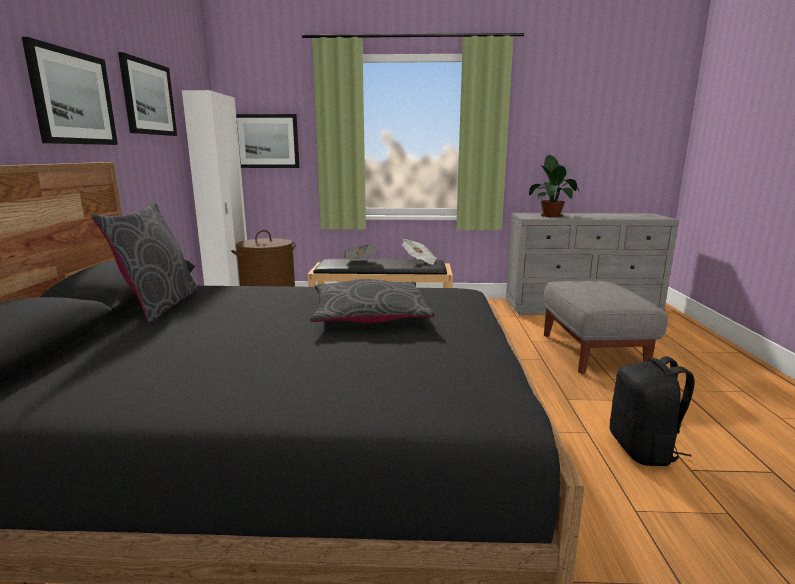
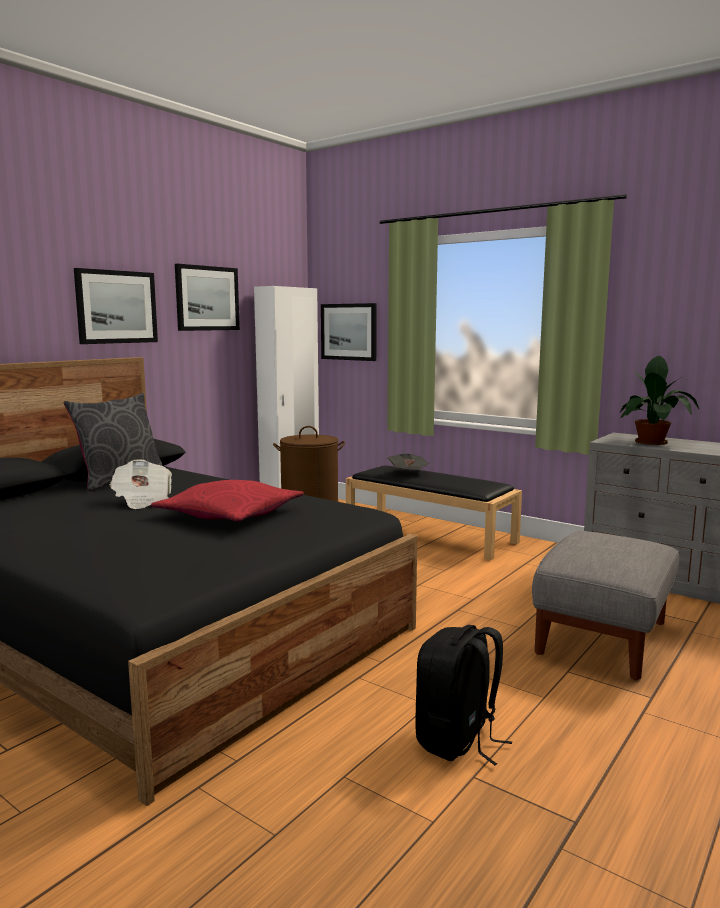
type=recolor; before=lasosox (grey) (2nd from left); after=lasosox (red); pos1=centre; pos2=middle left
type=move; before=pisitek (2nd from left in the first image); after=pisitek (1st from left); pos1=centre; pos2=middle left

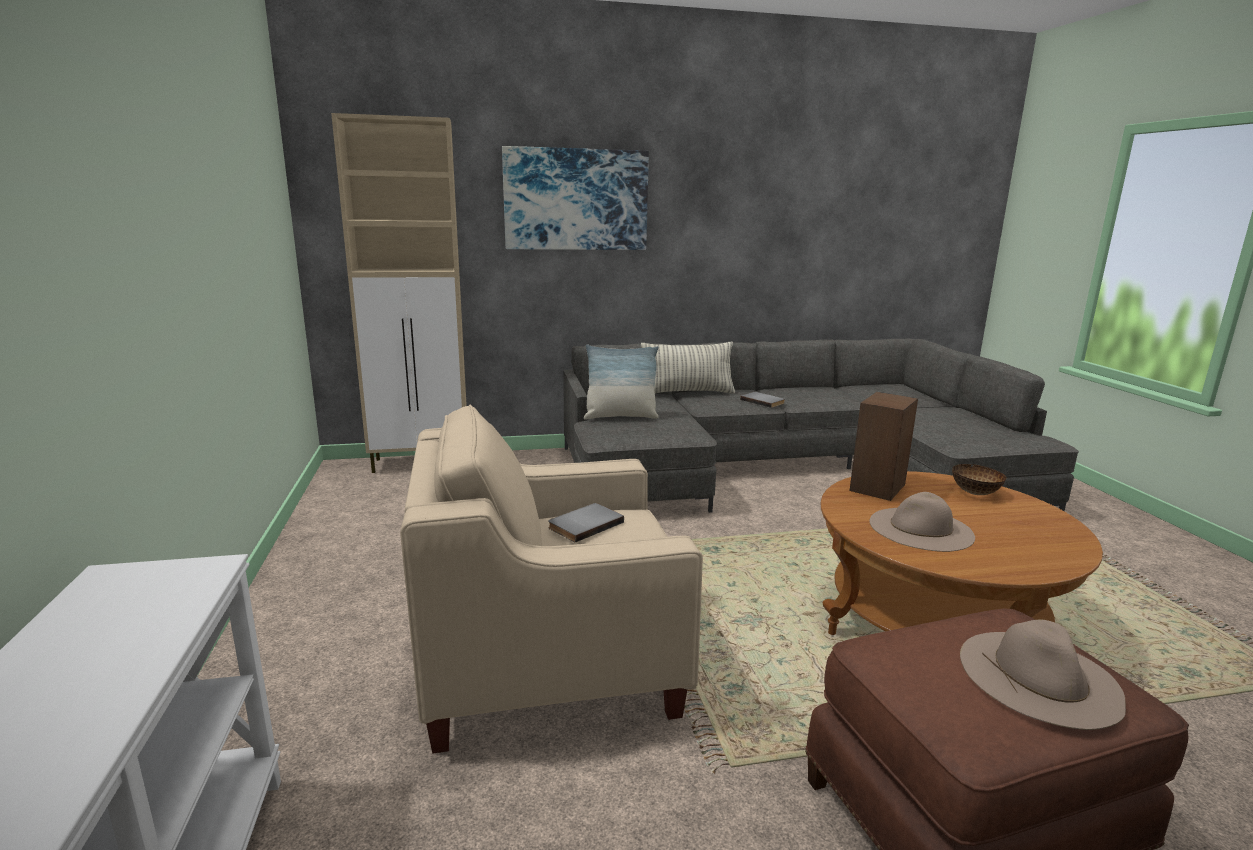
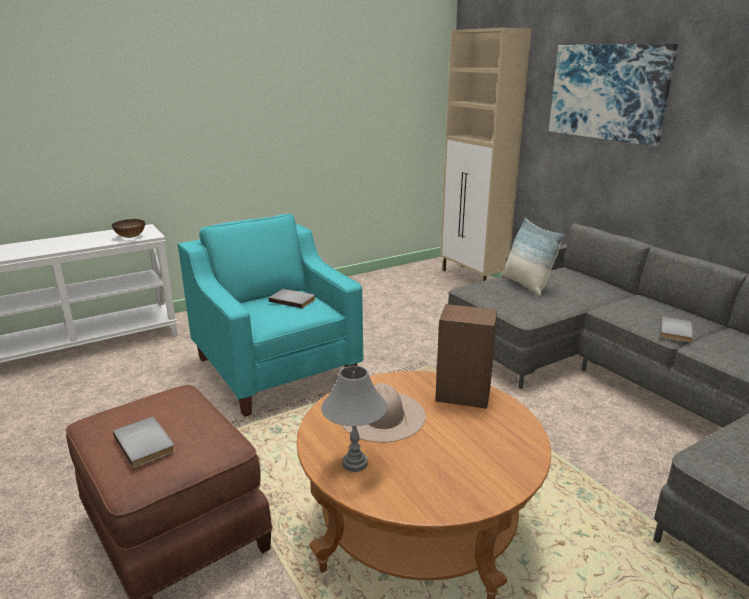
type=recolor; before=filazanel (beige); after=filazanel (turquoise); pos1=bottom centre; pos2=centre
type=delete; before=lasosox (2nd from left); pos1=centre
type=move; before=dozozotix; pos1=middle right; pos2=middle left
type=replace; before=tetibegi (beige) (2nd from left); after=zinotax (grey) (1st from left); pos1=bottom right; pos2=bottom left
type=insert; after=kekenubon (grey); pos2=bottom centre

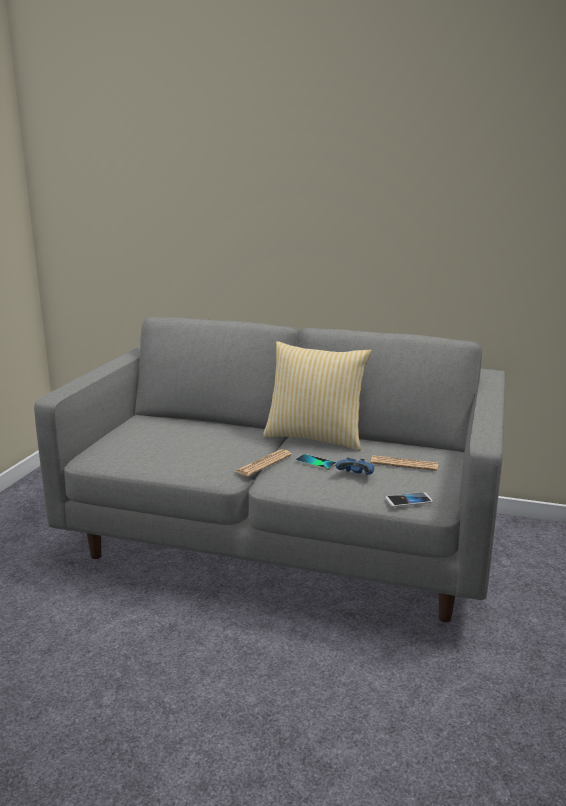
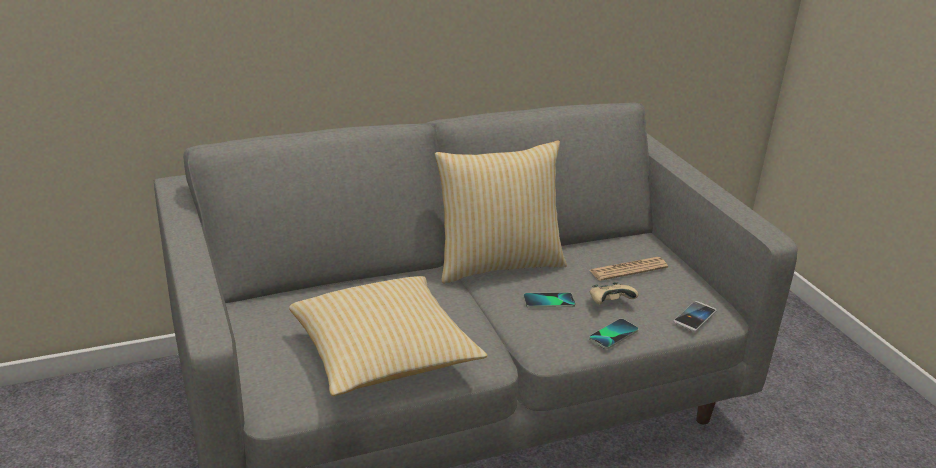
type=delete; before=pisitek (1st from left); pos1=centre
type=recolor; before=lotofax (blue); after=lotofax (beige); pos1=centre; pos2=centre
type=insert; after=lasosox (1st from left); pos2=bottom centre
type=insert; after=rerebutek (2nd from left); pos2=bottom centre

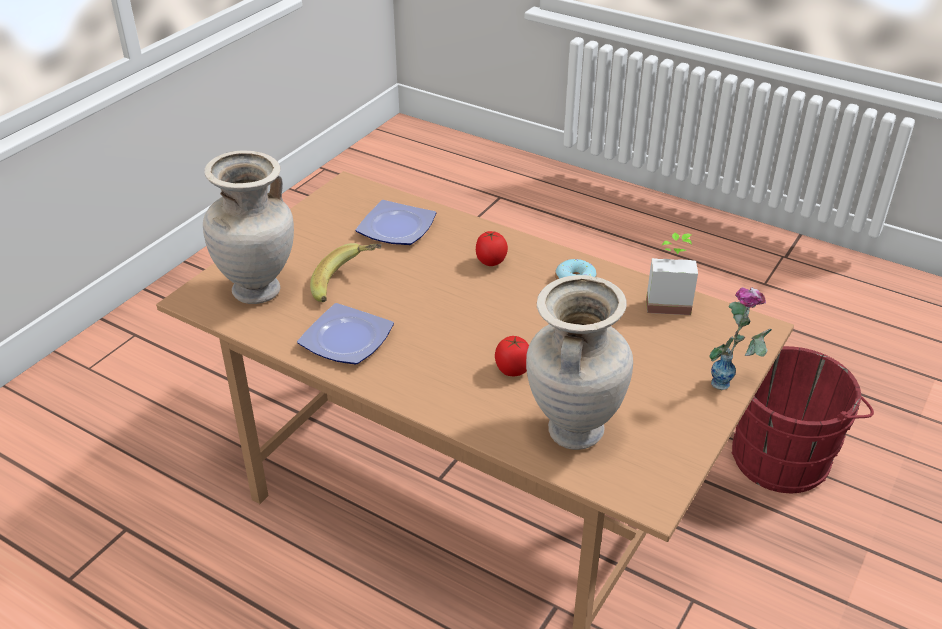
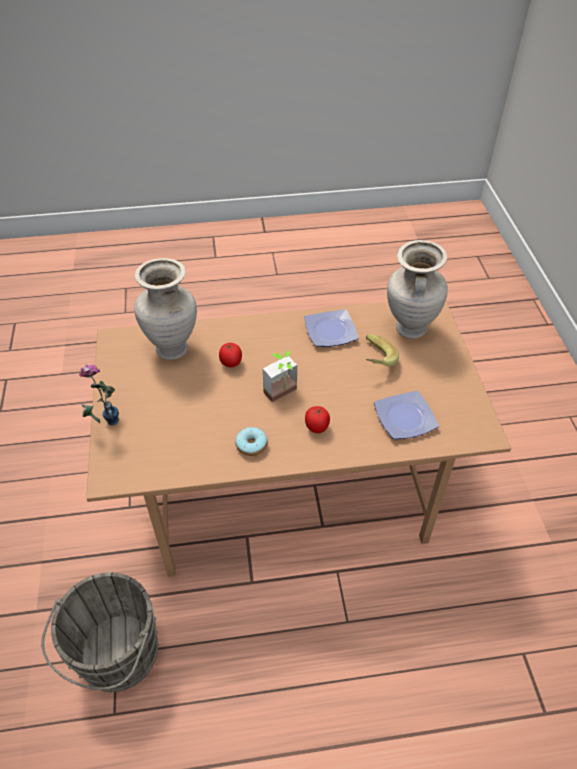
type=move; before=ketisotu; pos1=middle right; pos2=centre
type=recolor; before=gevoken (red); after=gevoken (grey); pos1=middle right; pos2=bottom left

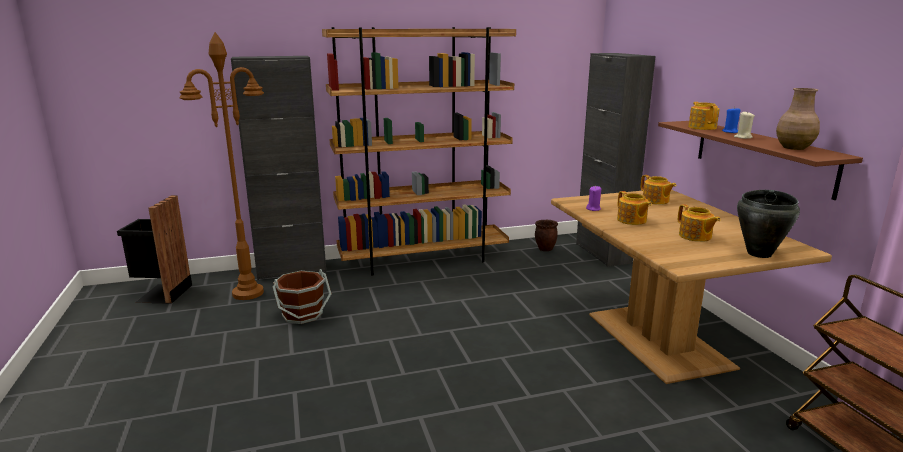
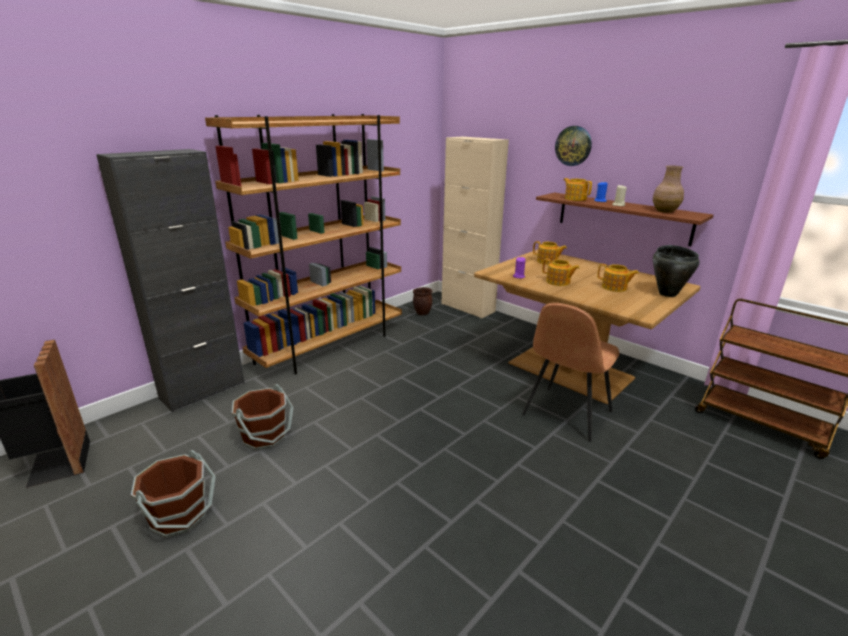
type=delete; before=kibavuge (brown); pos1=middle left
type=recolor; before=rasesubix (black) (2nd from left); after=rasesubix (beige); pos1=middle right; pos2=centre
type=insert; after=gevoken (brown) (1st from left); pos2=bottom left
type=insert; after=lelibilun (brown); pos2=middle right
type=insert; after=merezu; pos2=top right

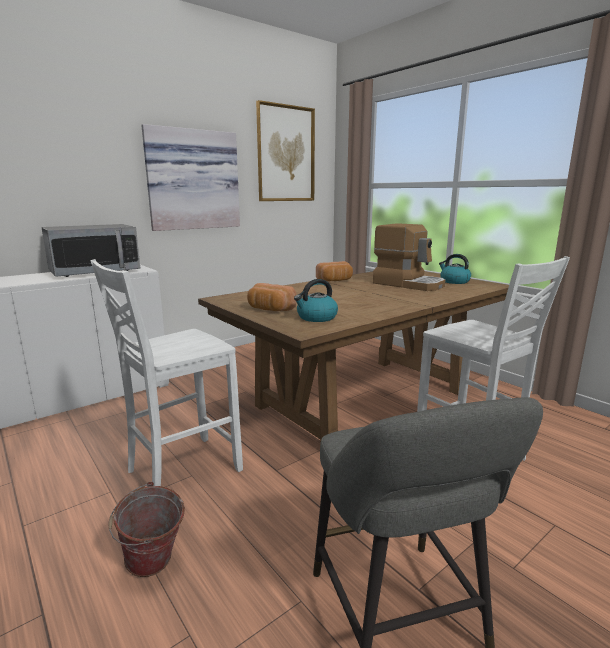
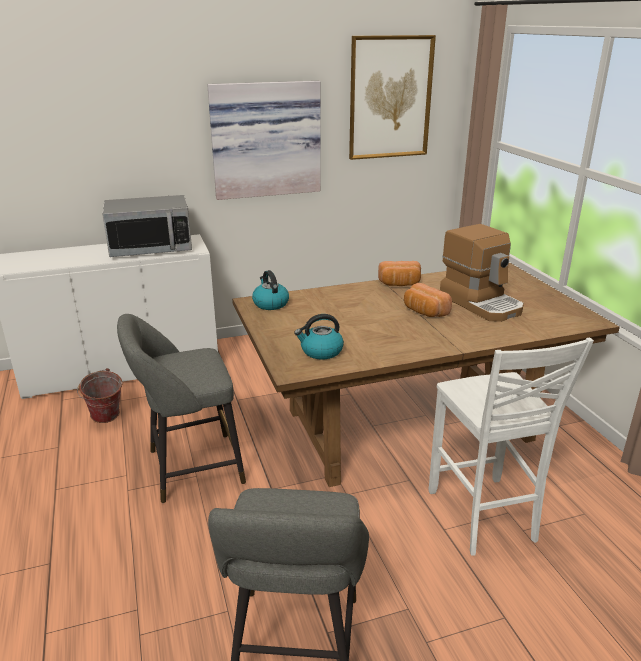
type=replace; before=lelibilun (white) (1st from left); after=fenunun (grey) (1st from left); pos1=middle left; pos2=middle left
type=move; before=gevoken; pos1=bottom left; pos2=middle left
type=move; before=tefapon (1st from left in the first image); after=tefapon (2nd from left); pos1=centre; pos2=middle right
type=move; before=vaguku (2nd from left in the first image); after=vaguku (1st from left); pos1=middle right; pos2=centre

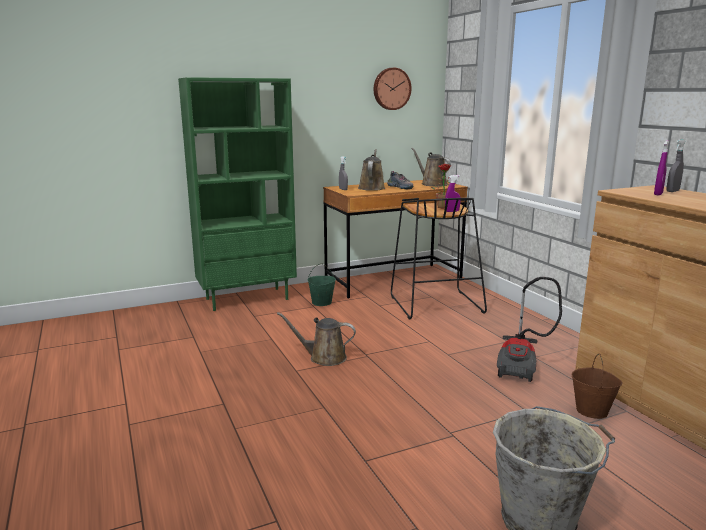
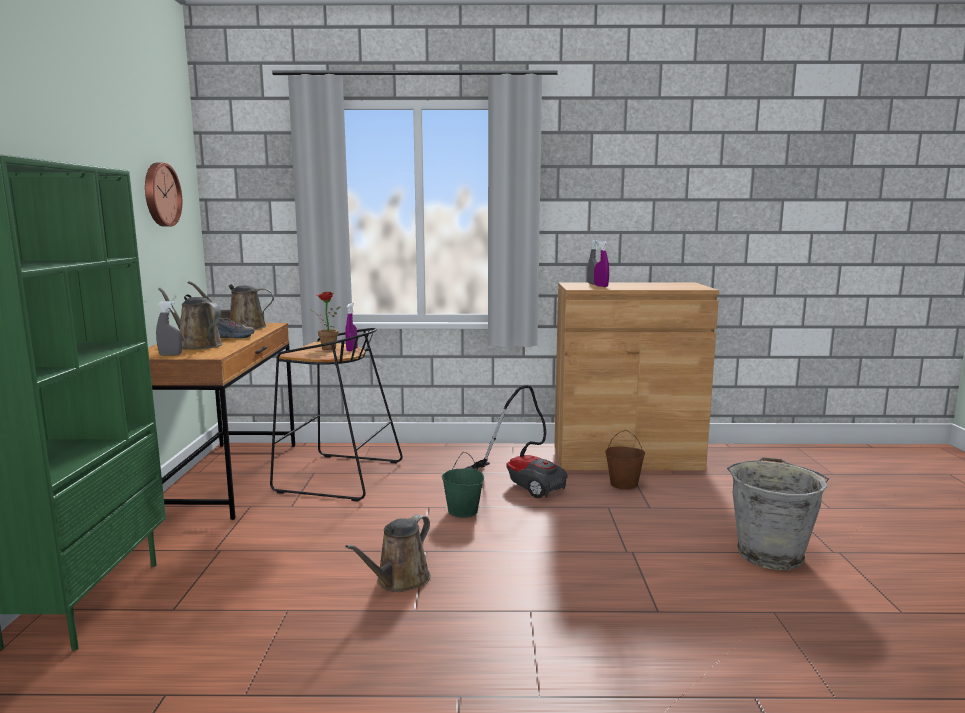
type=move; before=gevoken (green); pos1=centre; pos2=bottom centre

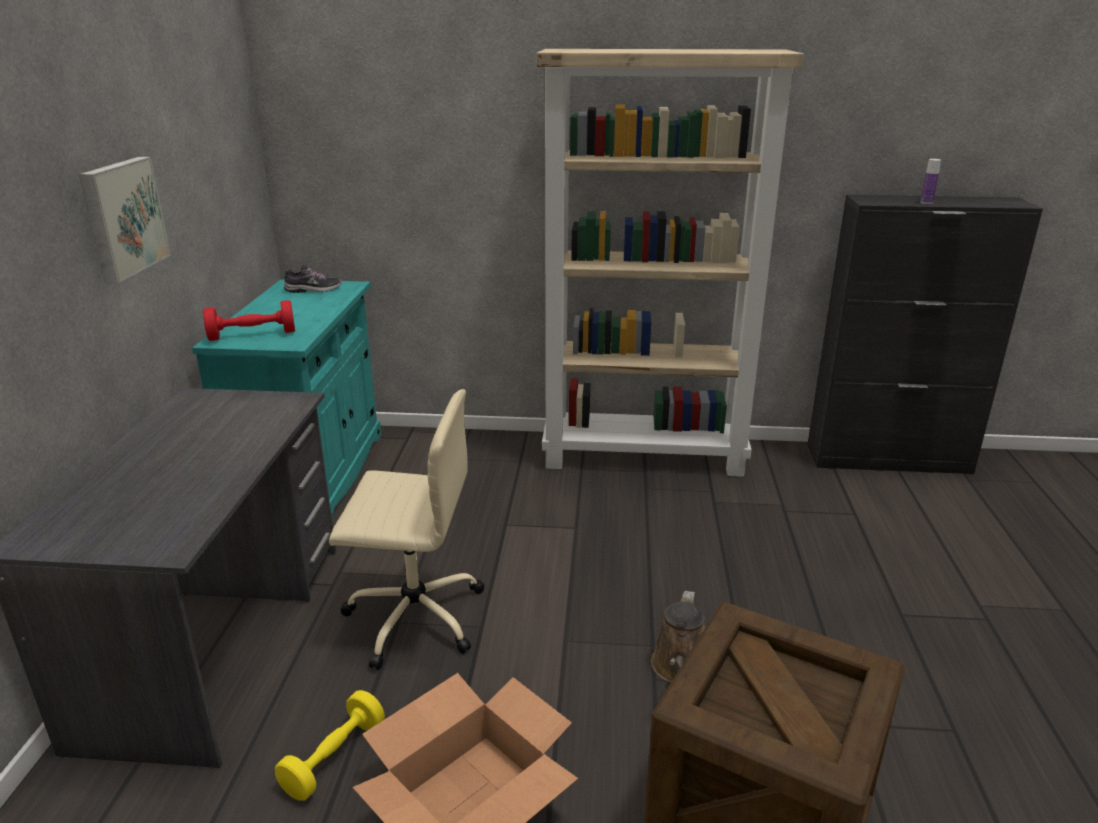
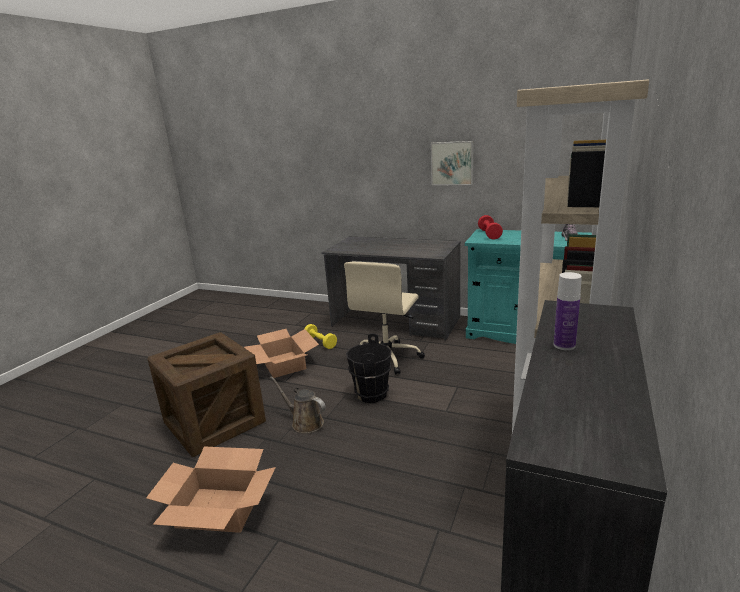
type=insert; after=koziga (1st from left); pos2=bottom left
type=insert; after=gevoken (black); pos2=centre

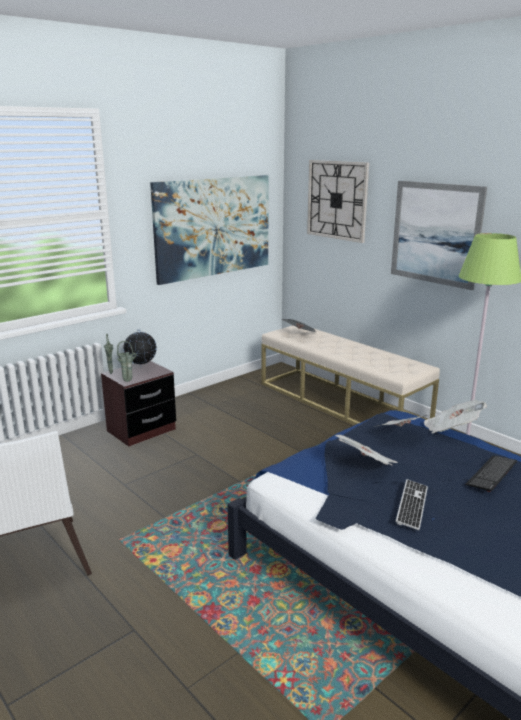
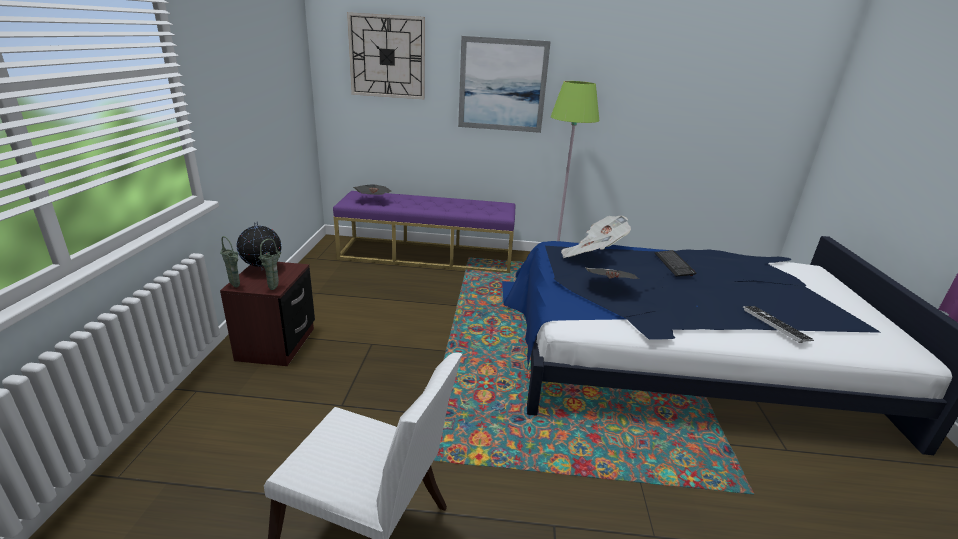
type=delete; before=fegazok (1st from left); pos1=top centre
type=recolor; before=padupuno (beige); after=padupuno (purple); pos1=middle right; pos2=centre
type=move; before=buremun (1st from left in the first image); after=buremun (2nd from left); pos1=bottom right; pos2=middle right

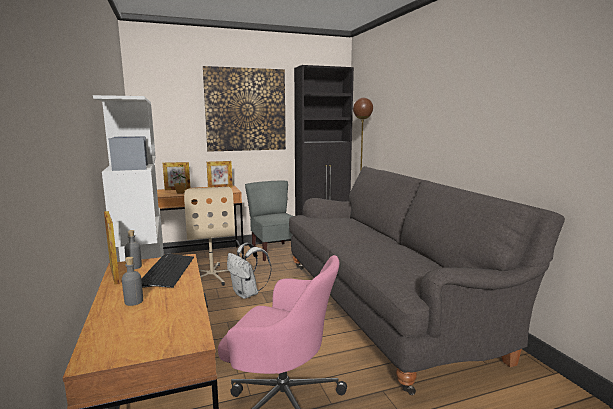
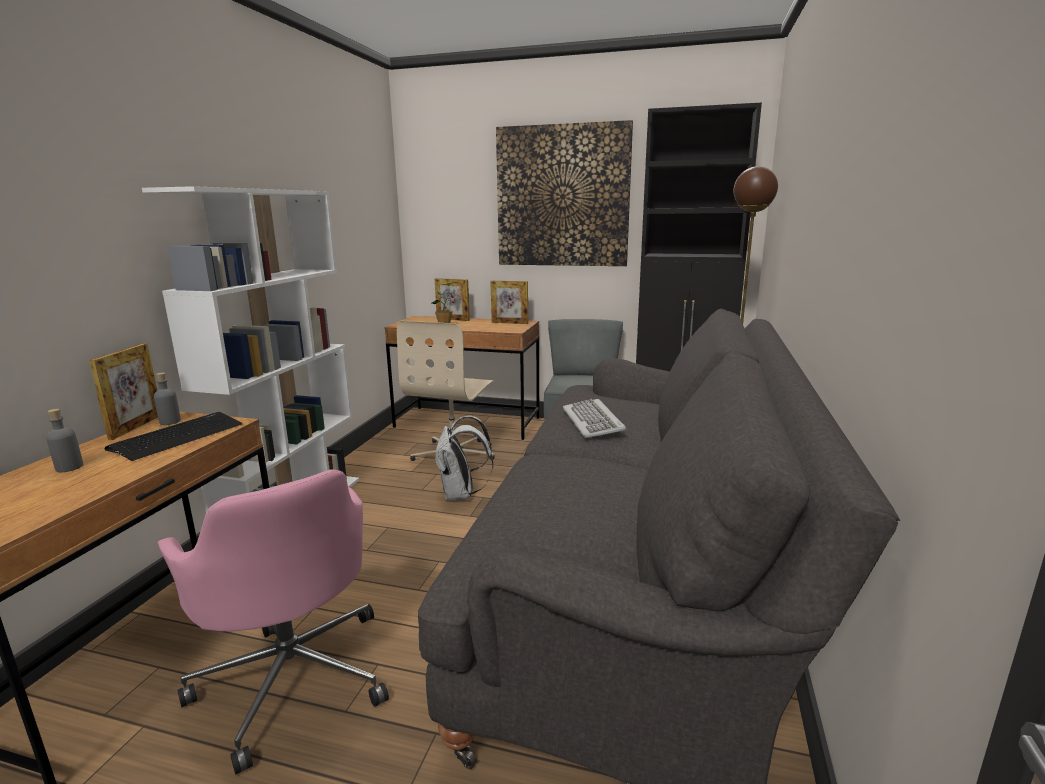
type=insert; after=buremun (2nd from left); pos2=centre

